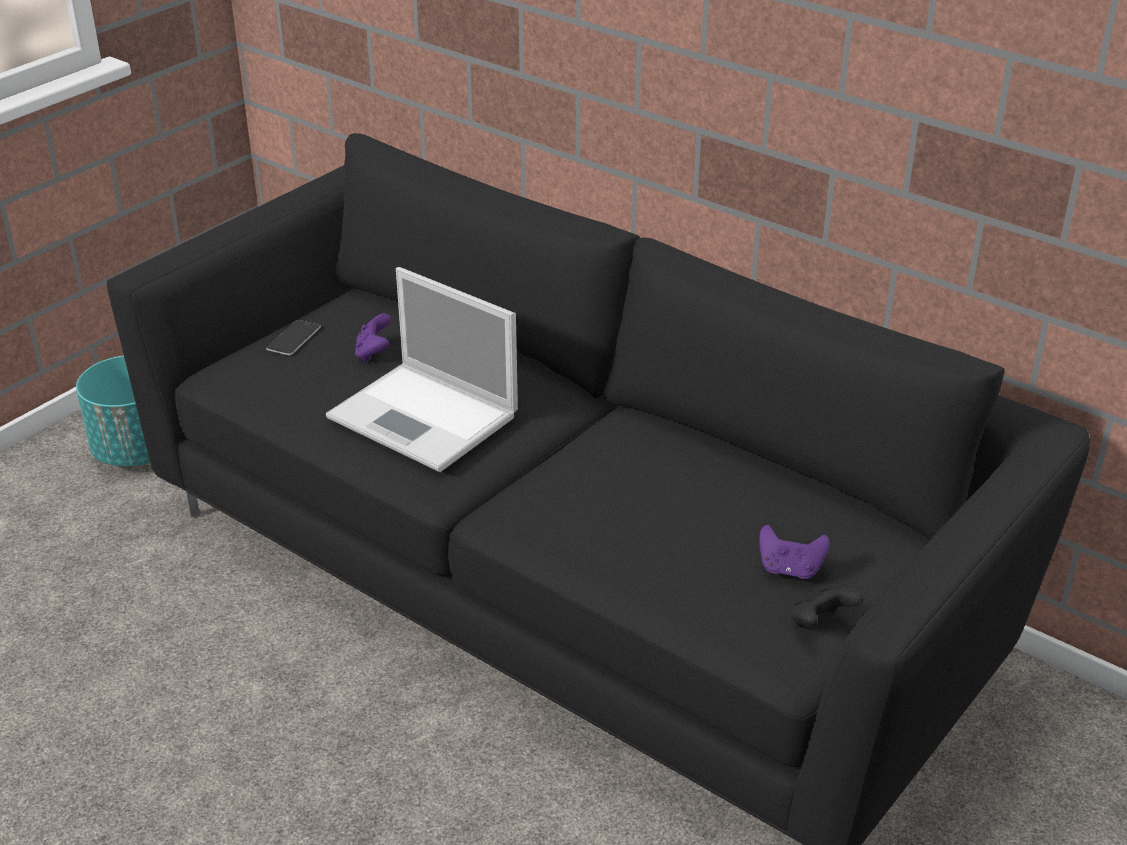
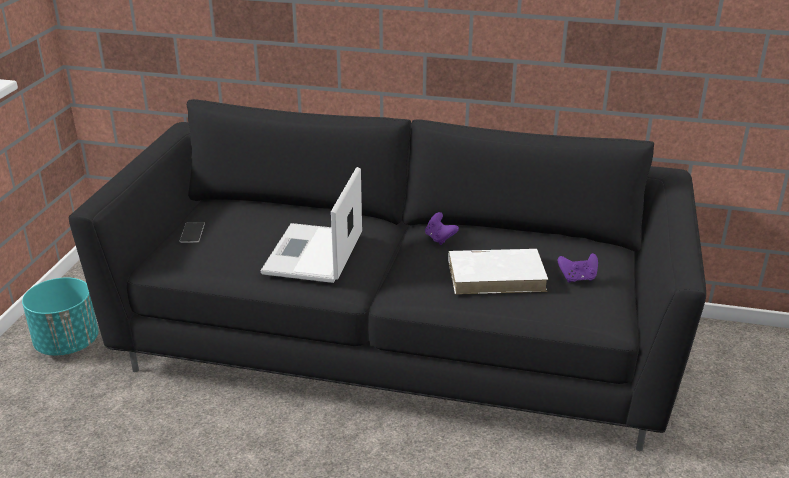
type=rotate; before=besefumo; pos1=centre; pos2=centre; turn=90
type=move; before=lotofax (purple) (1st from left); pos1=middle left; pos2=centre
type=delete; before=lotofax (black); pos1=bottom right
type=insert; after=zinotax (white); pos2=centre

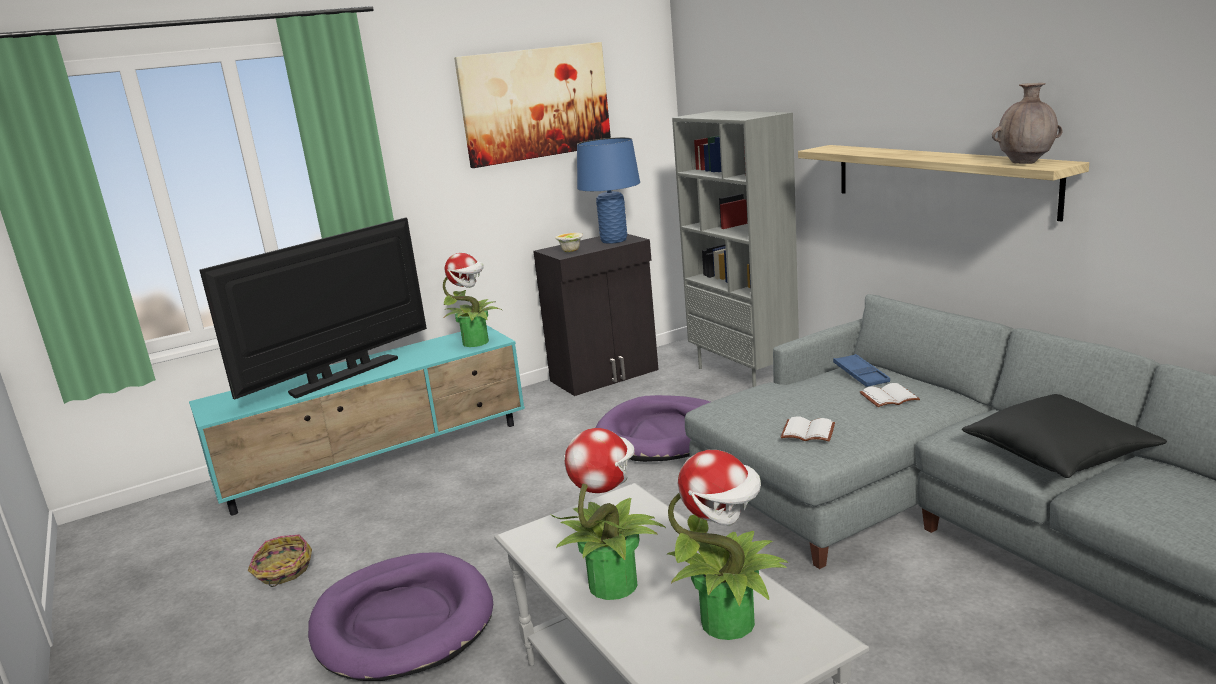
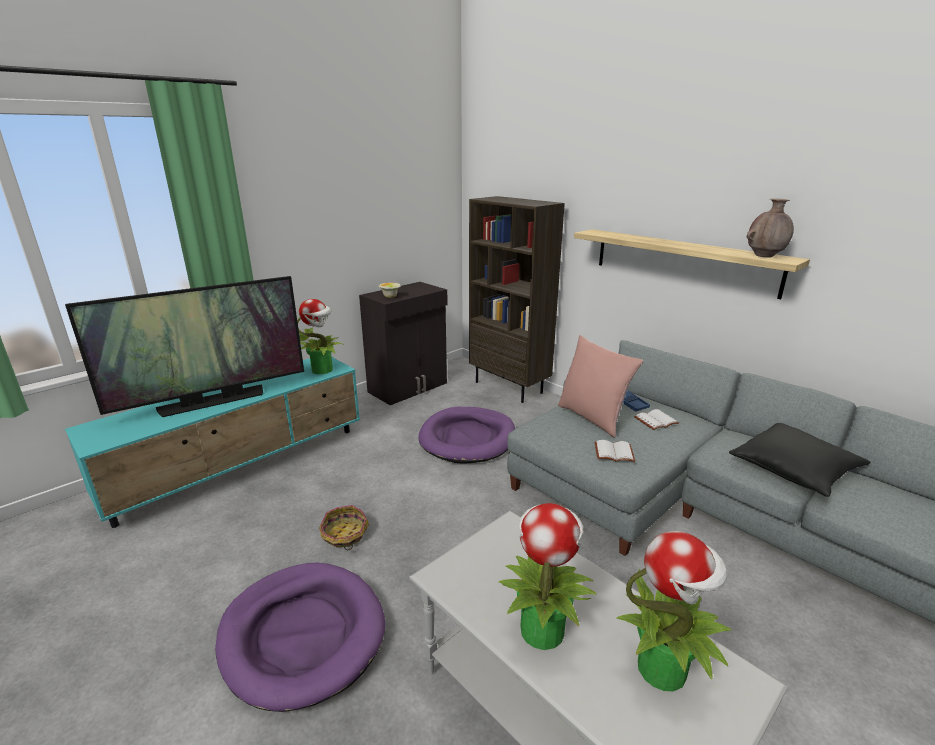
type=rotate; before=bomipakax; pos1=middle left; pos2=middle left; turn=-150
type=move; before=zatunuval; pos1=bottom left; pos2=bottom centre
type=delete; before=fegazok; pos1=top centre
type=delete; before=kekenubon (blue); pos1=top centre
type=recolor; before=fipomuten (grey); after=fipomuten (brown); pos1=centre; pos2=centre
type=insert; after=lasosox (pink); pos2=centre

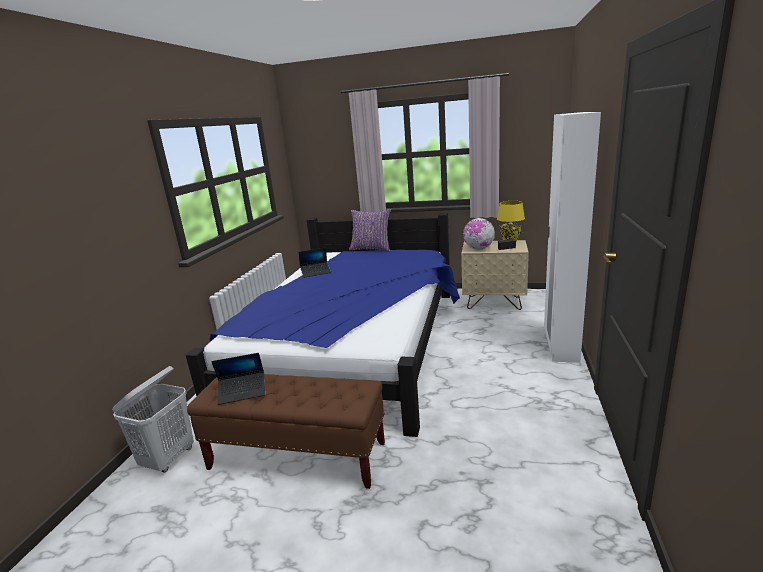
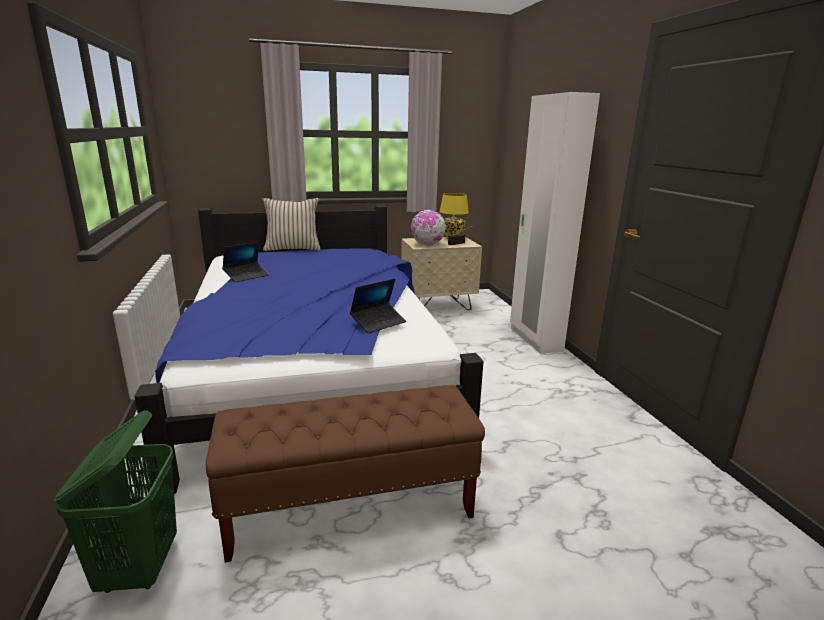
type=recolor; before=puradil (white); after=puradil (green); pos1=bottom left; pos2=bottom left
type=move; before=besefumo (1st from left in the first image); after=besefumo (2nd from left); pos1=middle left; pos2=centre
type=recolor; before=lasosox (purple); after=lasosox (beige); pos1=centre; pos2=centre

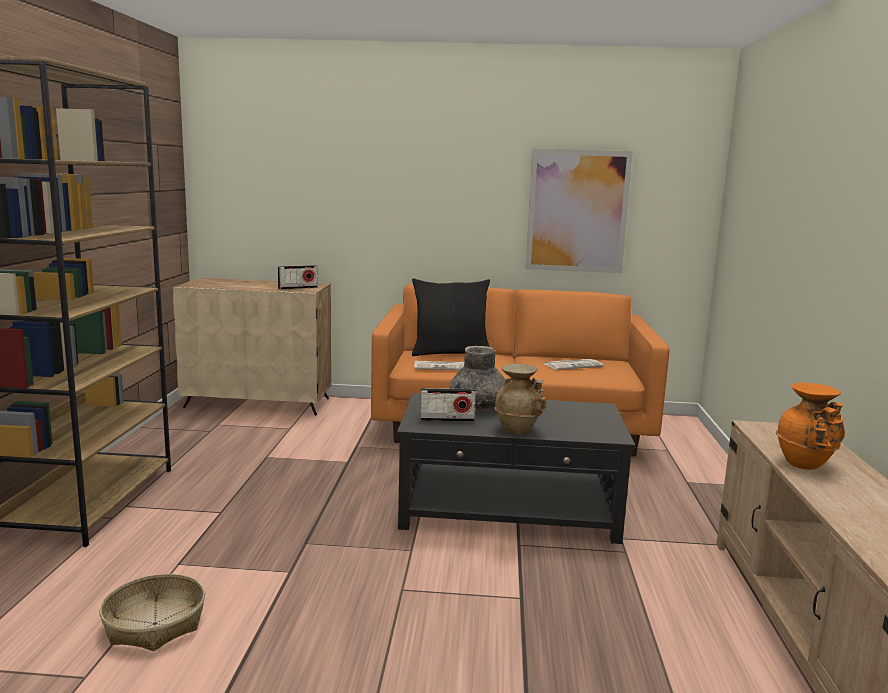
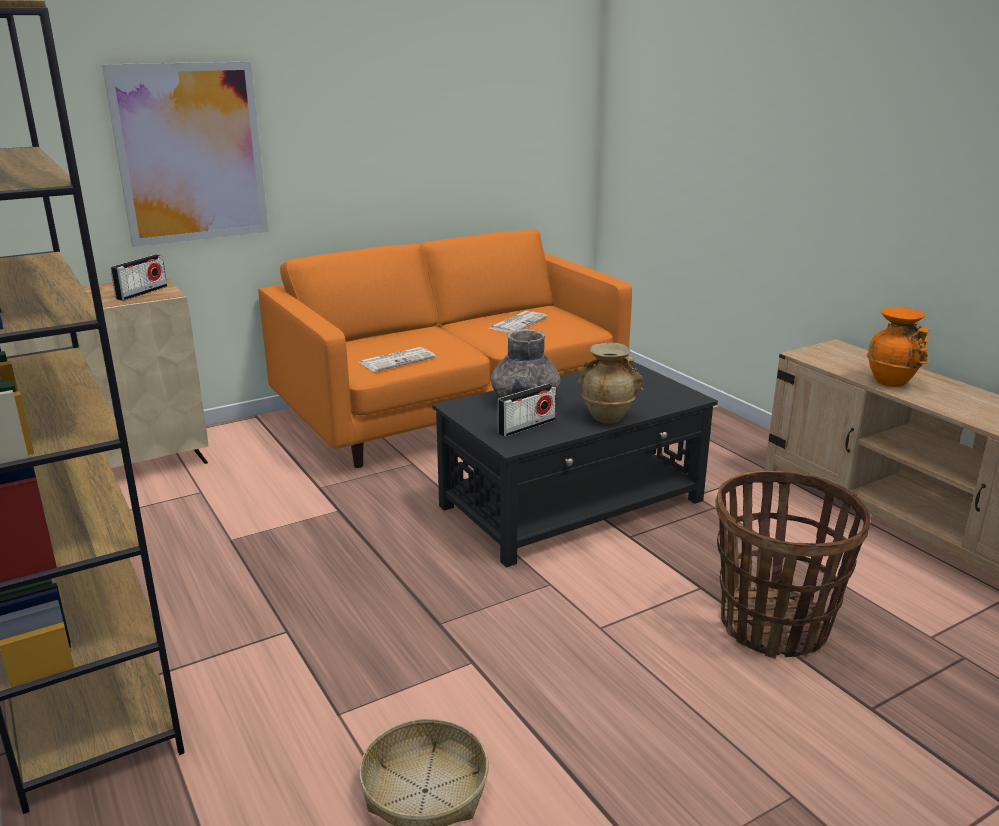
type=delete; before=lasosox (black); pos1=centre
type=move; before=fegazok; pos1=top centre; pos2=top left
type=insert; after=zatunuval (2nd from left); pos2=bottom right

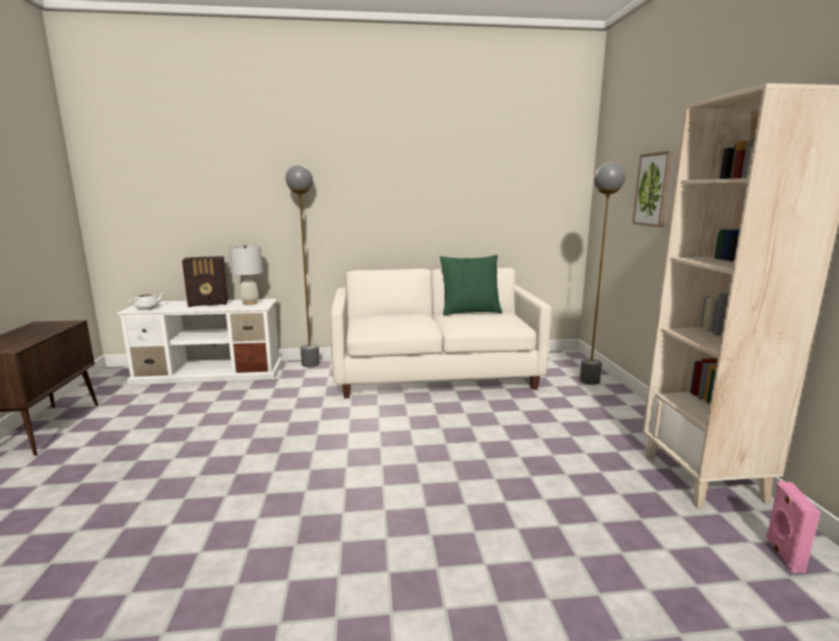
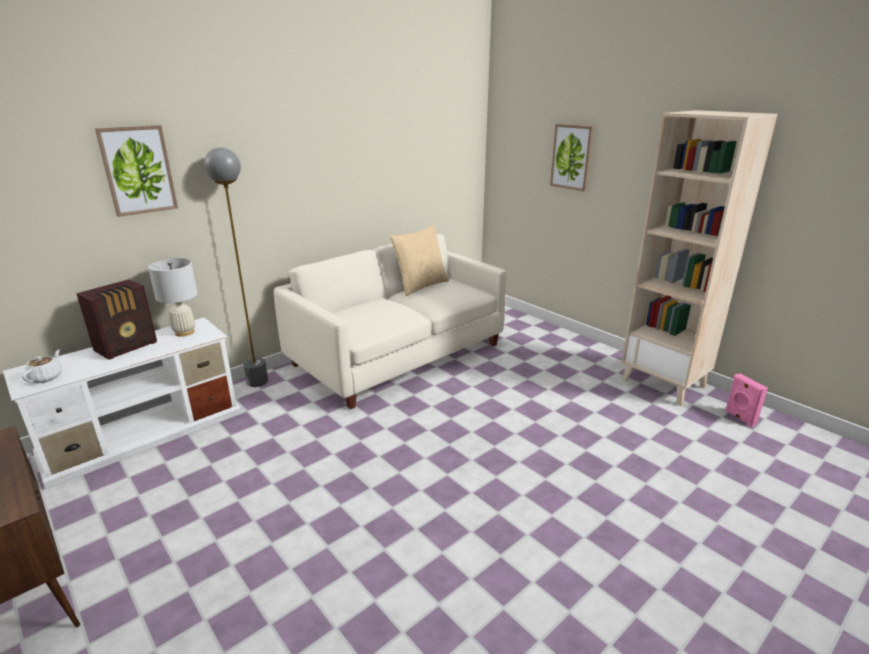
type=recolor; before=lasosox (green); after=lasosox (beige); pos1=centre; pos2=centre
type=delete; before=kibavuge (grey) (2nd from left); pos1=middle right
type=insert; after=fegazok (1st from left); pos2=top left

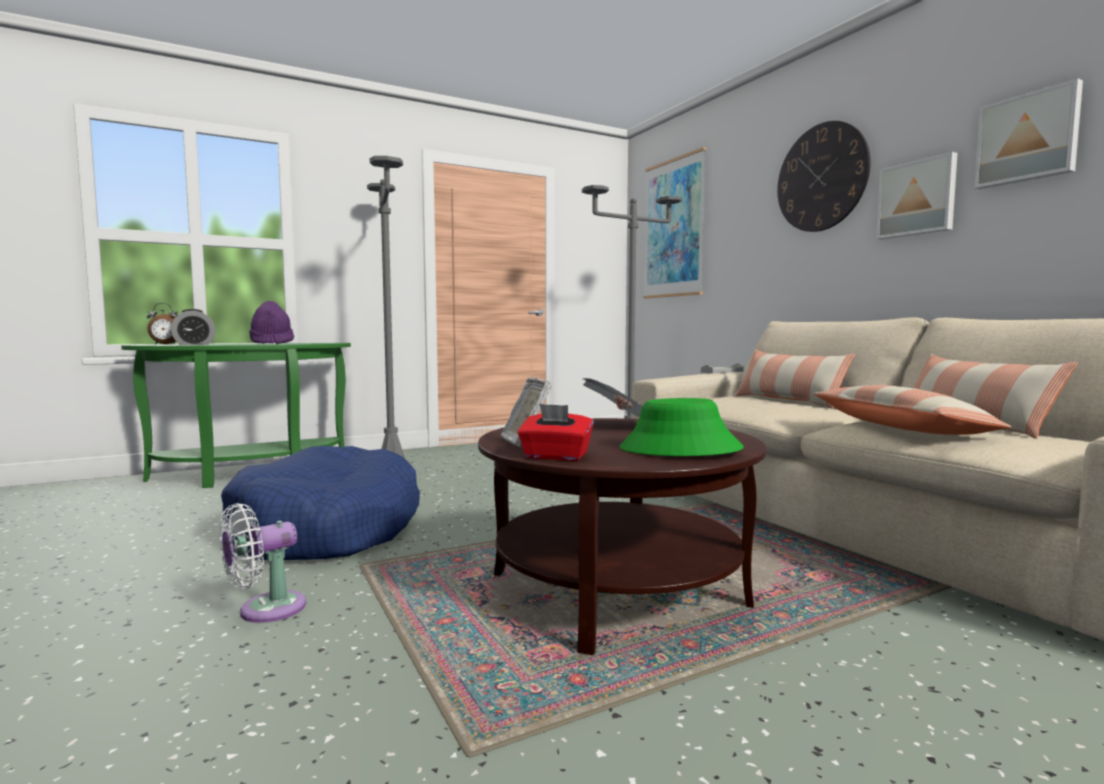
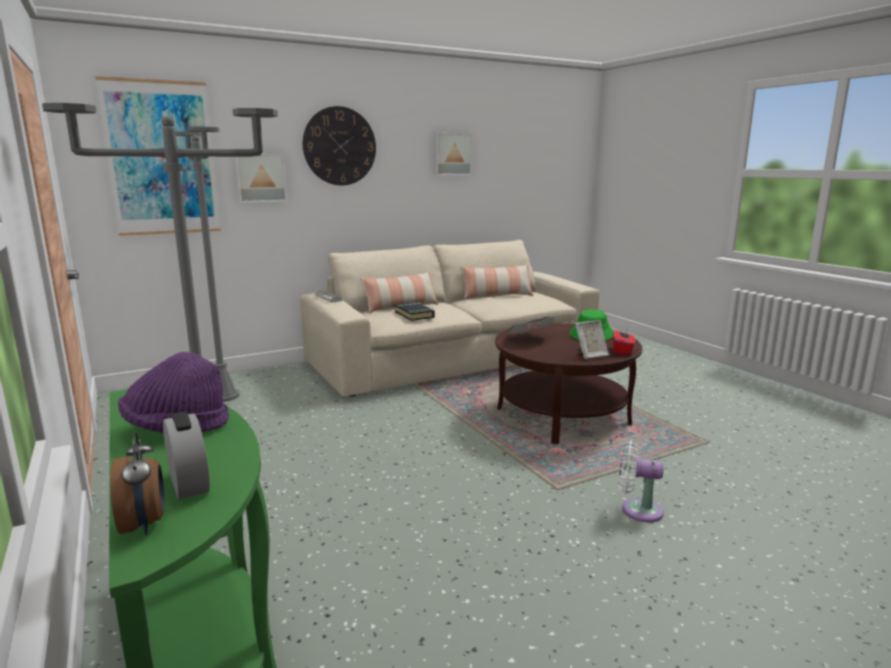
type=rotate; before=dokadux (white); pos1=bottom left; pos2=bottom right; turn=150
type=delete; before=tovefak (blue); pos1=middle left
type=delete; before=lasosox (2nd from left); pos1=middle right
type=move; before=fegazok (2nd from left); pos1=top right; pos2=top left
type=insert; after=zinotax (black); pos2=centre

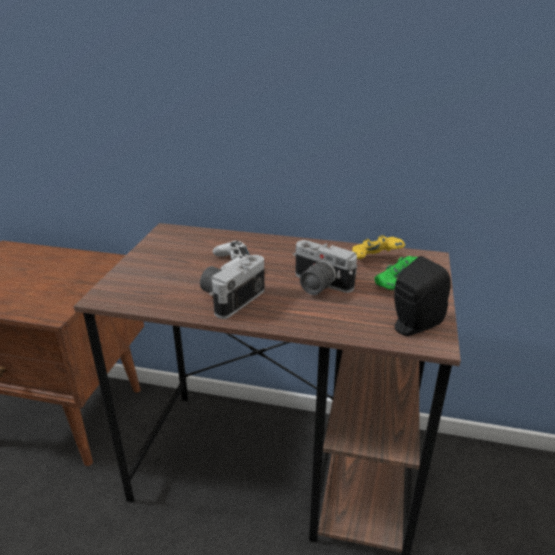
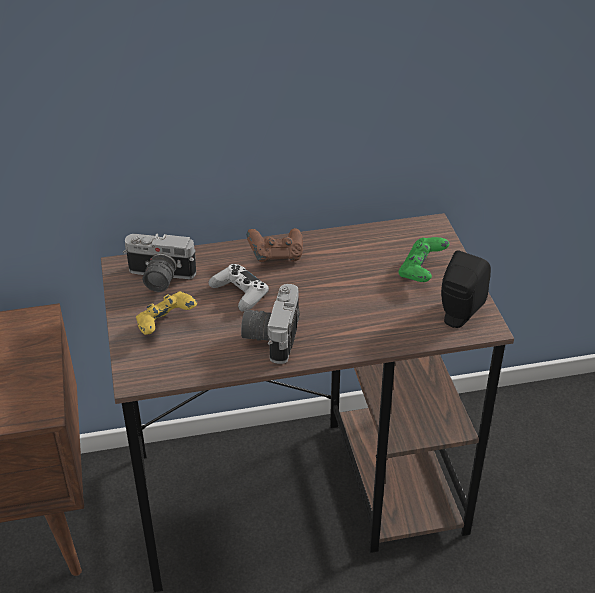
type=move; before=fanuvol (2nd from left in the first image); after=fanuvol (1st from left); pos1=centre; pos2=middle left
type=move; before=lotofax (yellow); pos1=middle right; pos2=middle left
type=insert; after=lotofax (brown); pos2=centre

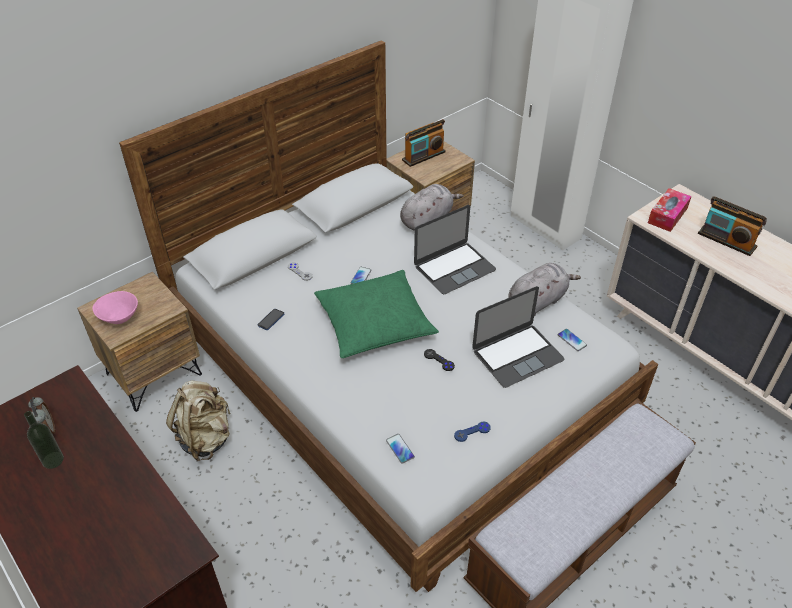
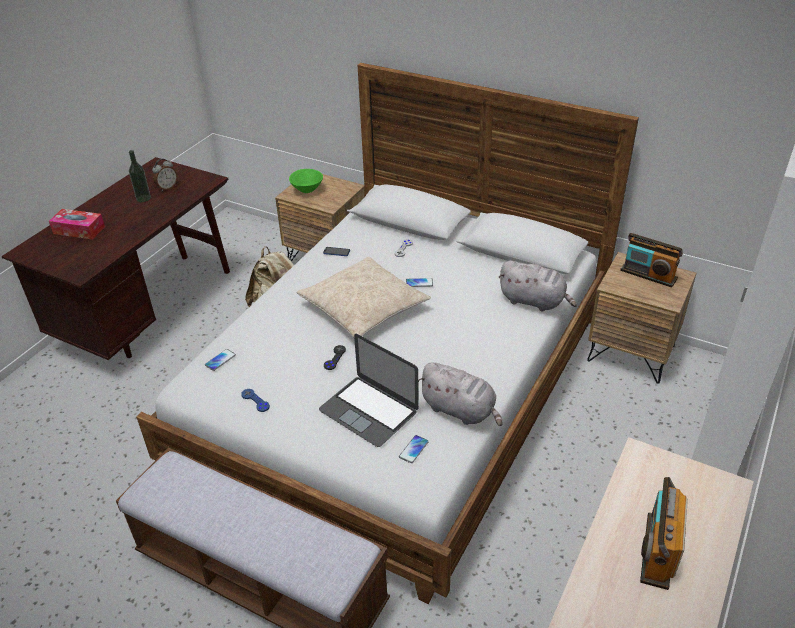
type=recolor; before=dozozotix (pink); after=dozozotix (green); pos1=middle left; pos2=top centre
type=recolor; before=lasosox (green); after=lasosox (beige); pos1=centre; pos2=centre
type=delete; before=besefumo (1st from left); pos1=centre
type=move; before=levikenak; pos1=middle right; pos2=middle left

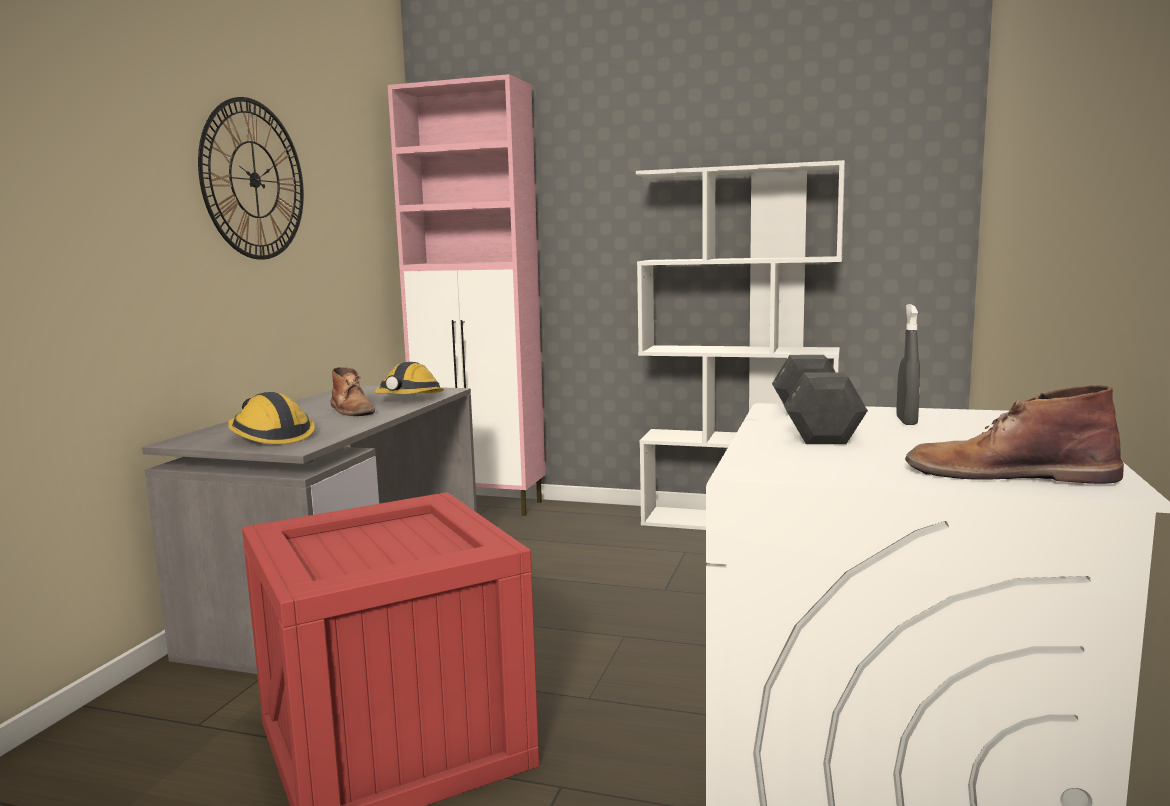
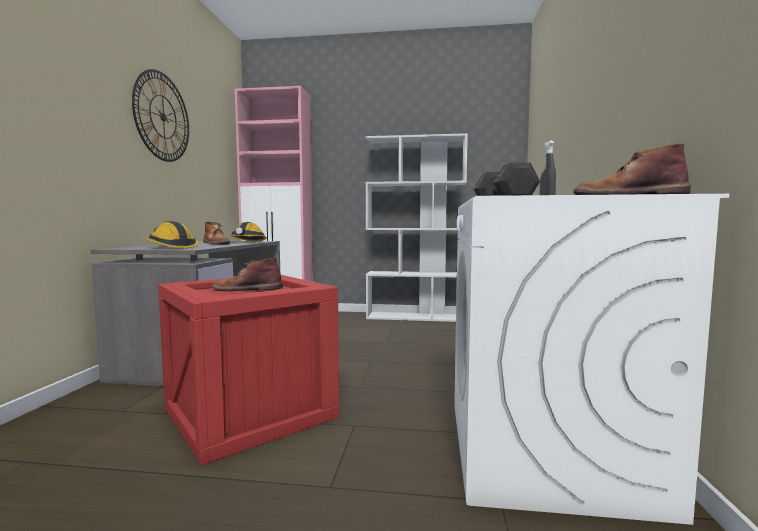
type=insert; after=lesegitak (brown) (2nd from left); pos2=middle left

